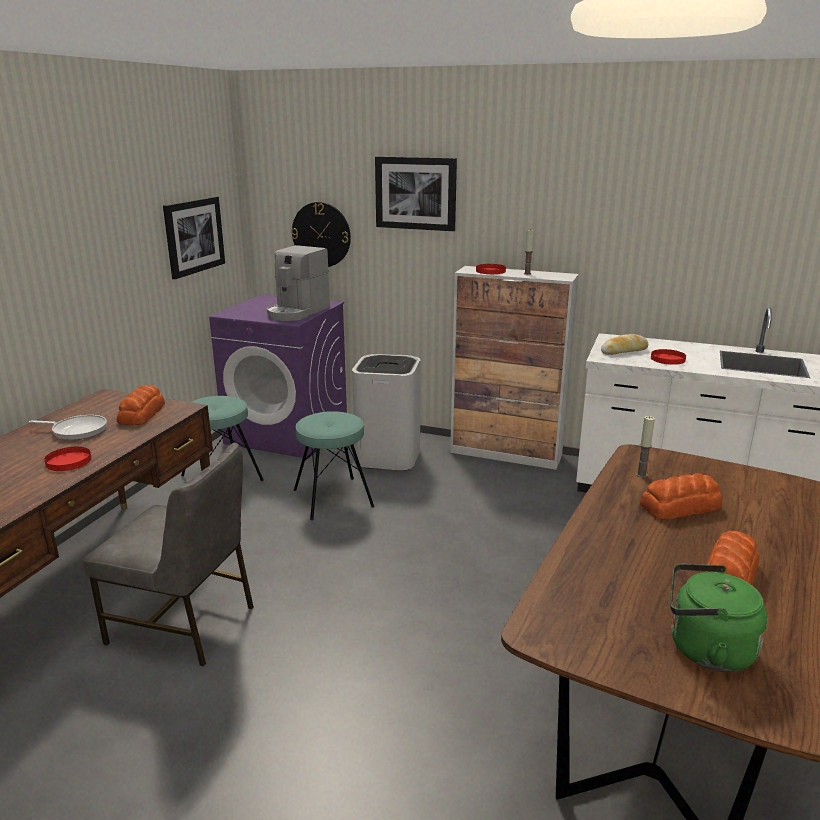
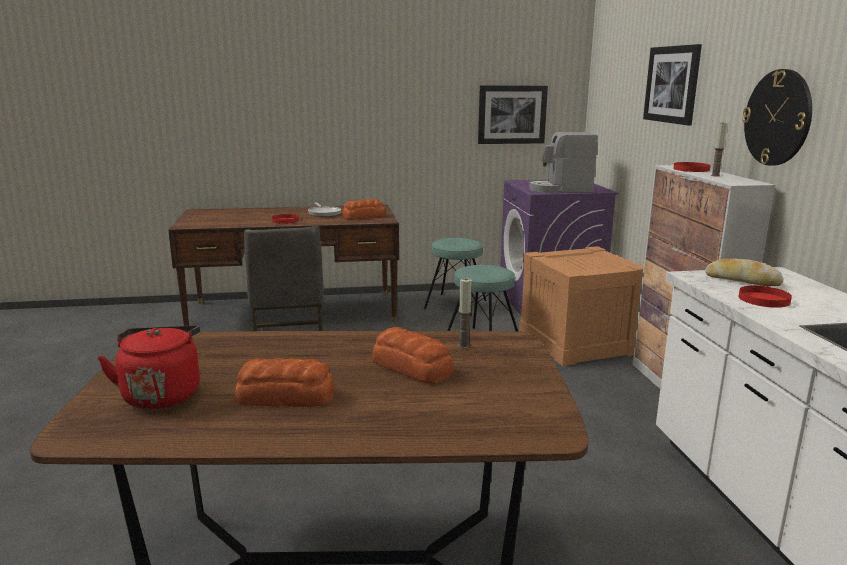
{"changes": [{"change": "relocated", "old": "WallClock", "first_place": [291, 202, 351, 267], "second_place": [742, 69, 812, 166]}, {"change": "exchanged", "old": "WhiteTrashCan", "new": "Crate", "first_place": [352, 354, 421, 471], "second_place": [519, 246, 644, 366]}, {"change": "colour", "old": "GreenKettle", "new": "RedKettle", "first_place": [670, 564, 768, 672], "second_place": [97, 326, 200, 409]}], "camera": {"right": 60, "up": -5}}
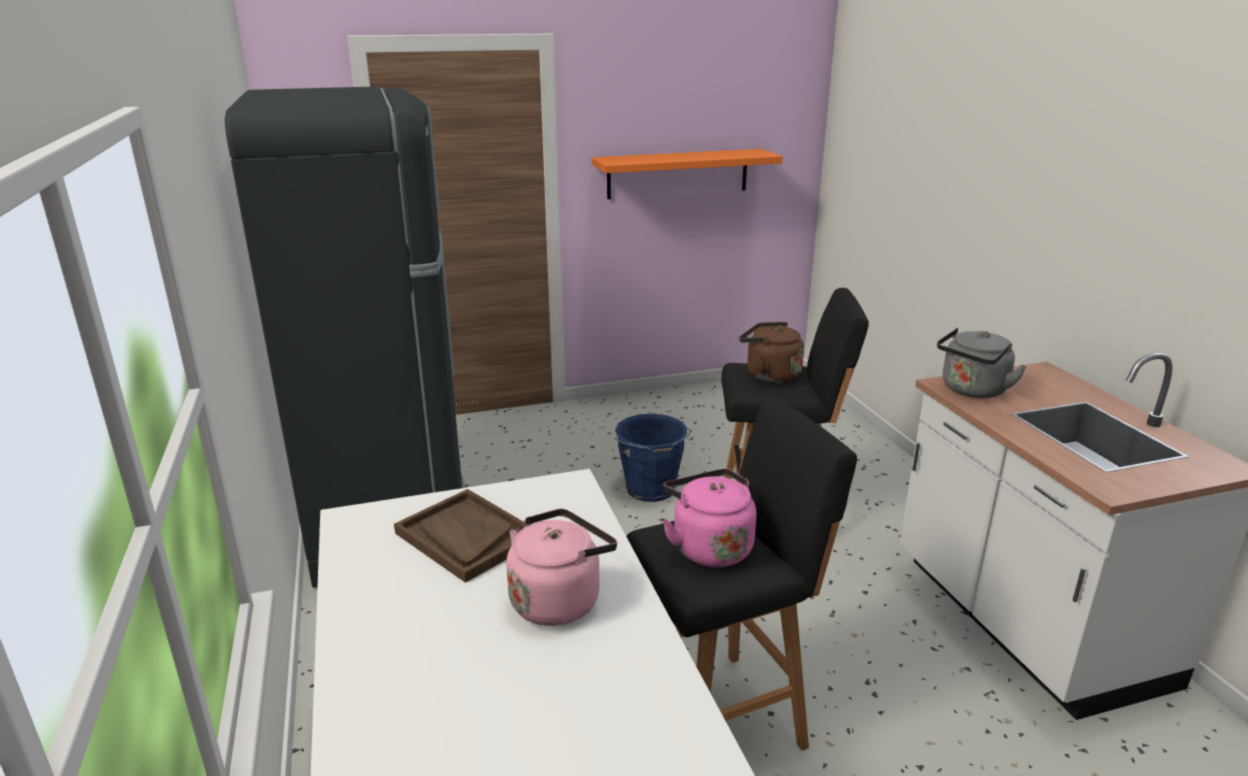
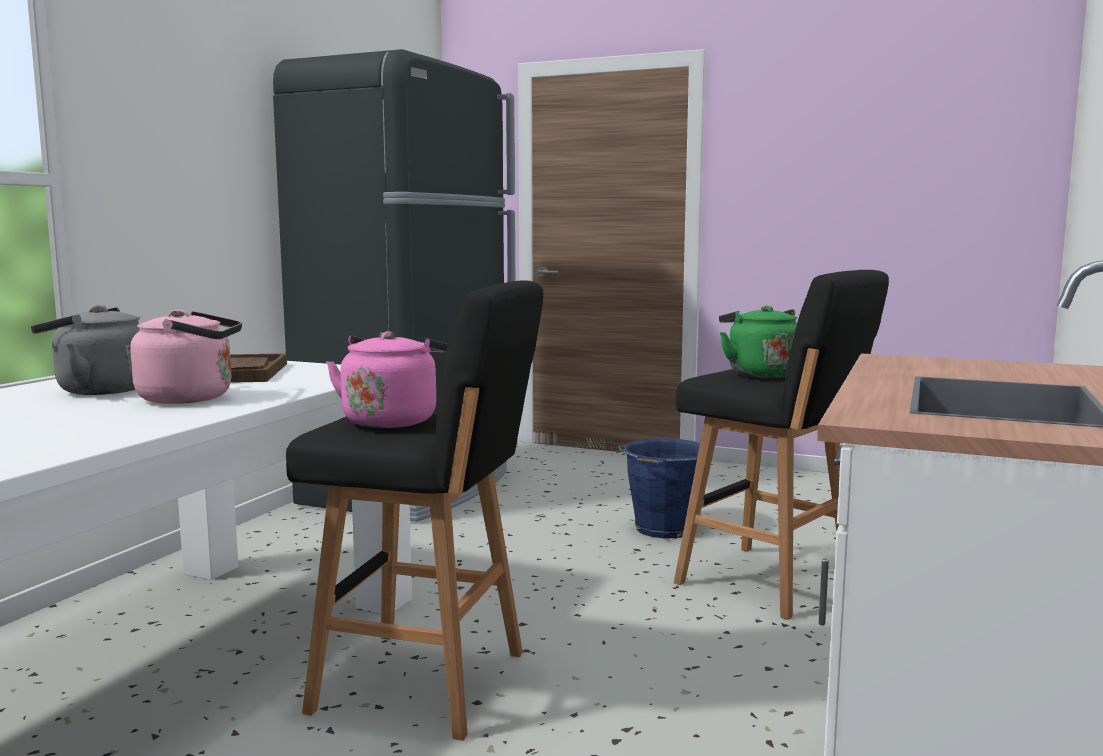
{"changes": [{"change": "missing", "old": "OrangeShelf", "first_place": [592, 149, 783, 199]}, {"change": "colour", "old": "BrownKettle", "new": "GreenKettle", "first_place": [739, 322, 804, 383], "second_place": [719, 306, 797, 378]}, {"change": "relocated", "old": "GreyKettle", "first_place": [937, 328, 1026, 398], "second_place": [31, 305, 140, 395]}], "camera": {"right": 40, "up": -15}}
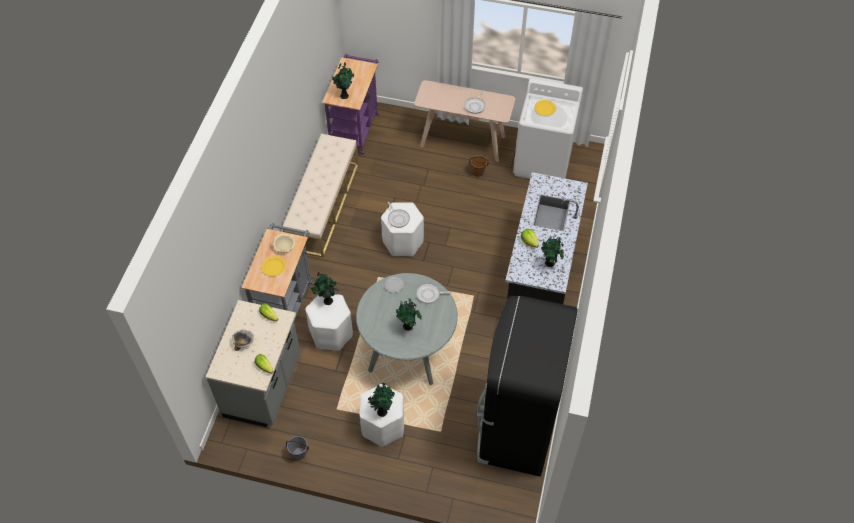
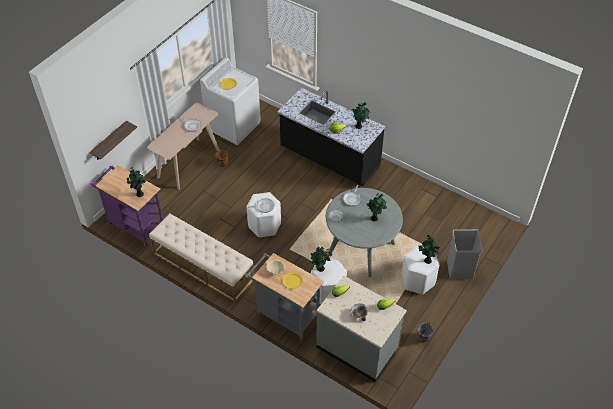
{"changes": [{"change": "missing", "old": "BlackFridge", "first_place": [477, 296, 578, 477]}, {"change": "appeared", "new": "Shelf", "second_place": [90, 121, 137, 160]}, {"change": "appeared", "new": "GreyTrashCan", "second_place": [447, 229, 483, 280]}], "camera": {"right": -70, "up": -5}}
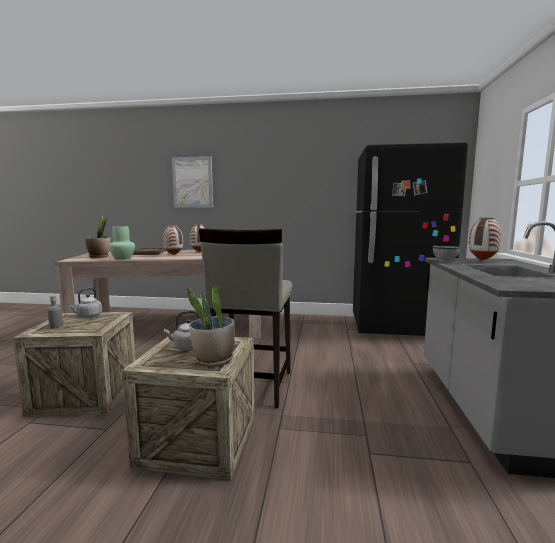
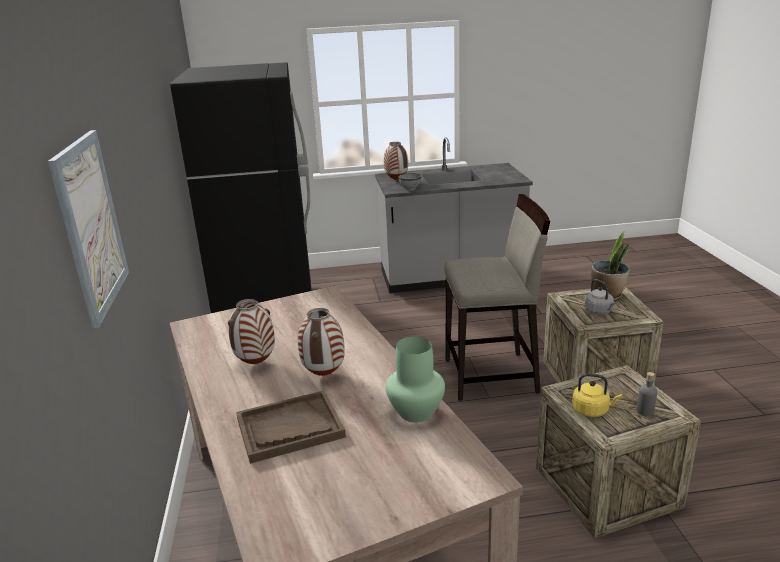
{"changes": [{"change": "colour", "old": "GreyKettle", "new": "YellowKettle", "first_place": [68, 288, 102, 318], "second_place": [572, 373, 622, 417]}, {"change": "missing", "old": "PottedPlant", "first_place": [85, 215, 111, 258]}], "camera": {"right": -105, "up": 15}}
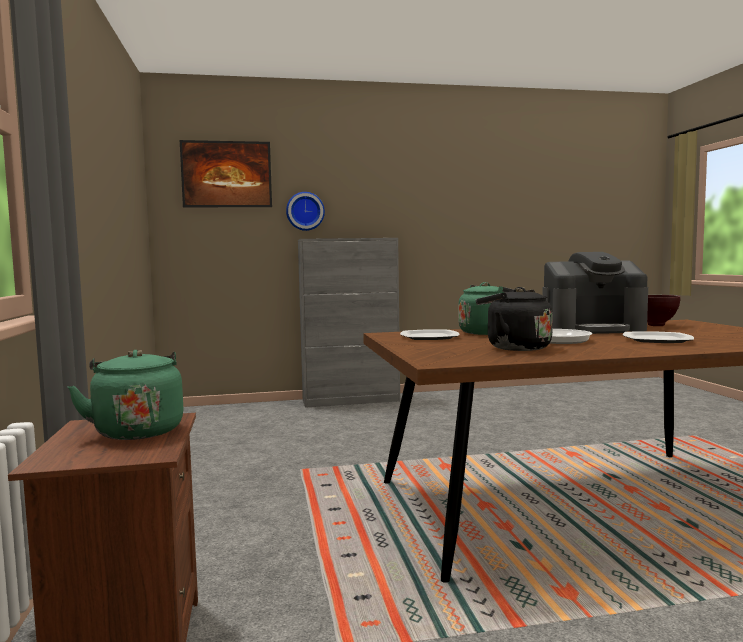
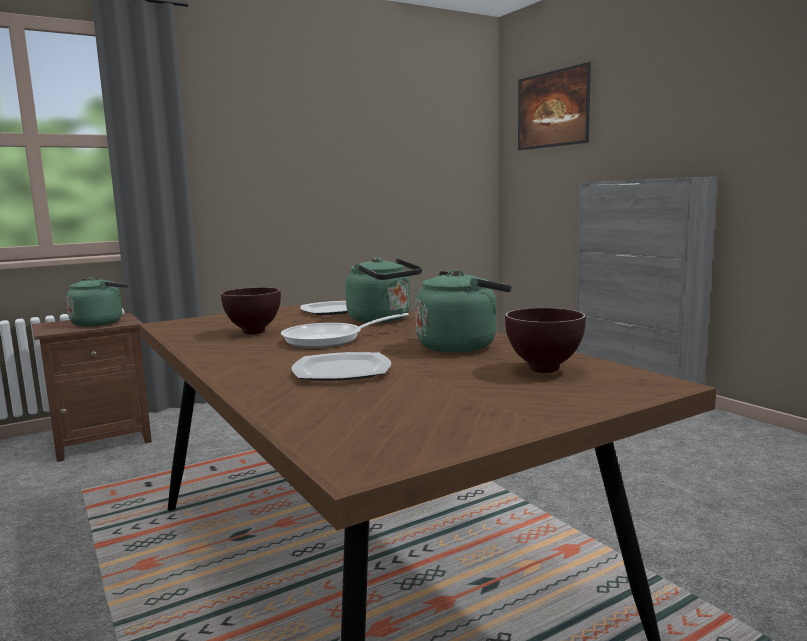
{"changes": [{"change": "missing", "old": "WallClock", "first_place": [286, 192, 325, 231]}, {"change": "exchanged", "old": "BlackKettle", "new": "BrownBowl", "first_place": [476, 287, 553, 351], "second_place": [221, 287, 281, 335]}, {"change": "exchanged", "old": "CoffeeMachine", "new": "GreenKettle", "first_place": [542, 252, 648, 334], "second_place": [415, 269, 512, 353]}], "camera": {"right": 70, "up": 5}}
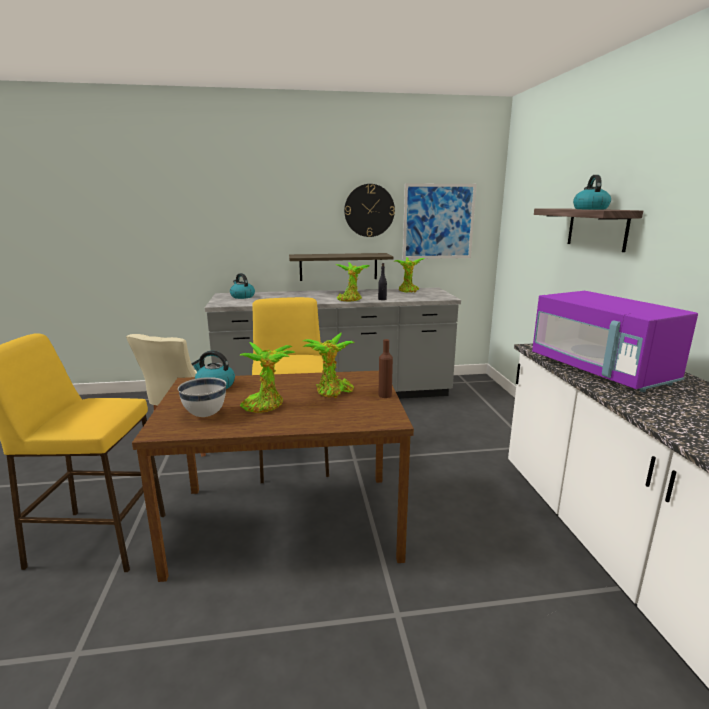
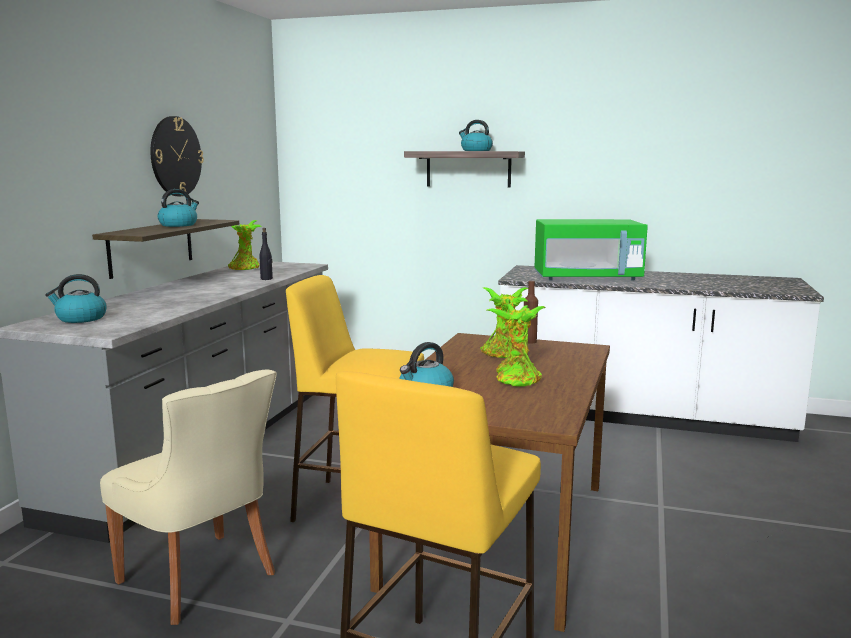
{"changes": [{"change": "missing", "old": "WhiteBowl", "first_place": [178, 377, 226, 417]}, {"change": "missing", "old": "PottedPlant", "first_place": [336, 262, 369, 302]}, {"change": "missing", "old": "Picture", "first_place": [403, 183, 476, 259]}, {"change": "colour", "old": "PurpleMicrowave", "new": "GreenMicrowave", "first_place": [532, 291, 698, 392], "second_place": [535, 219, 648, 281]}, {"change": "appeared", "new": "Kettle", "second_place": [157, 189, 199, 227]}], "camera": {"right": -65, "up": -5}}
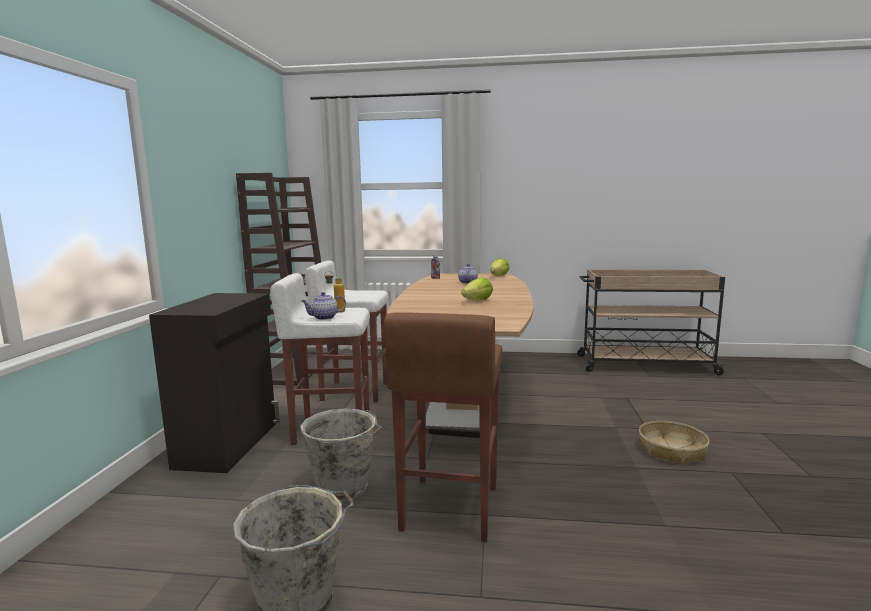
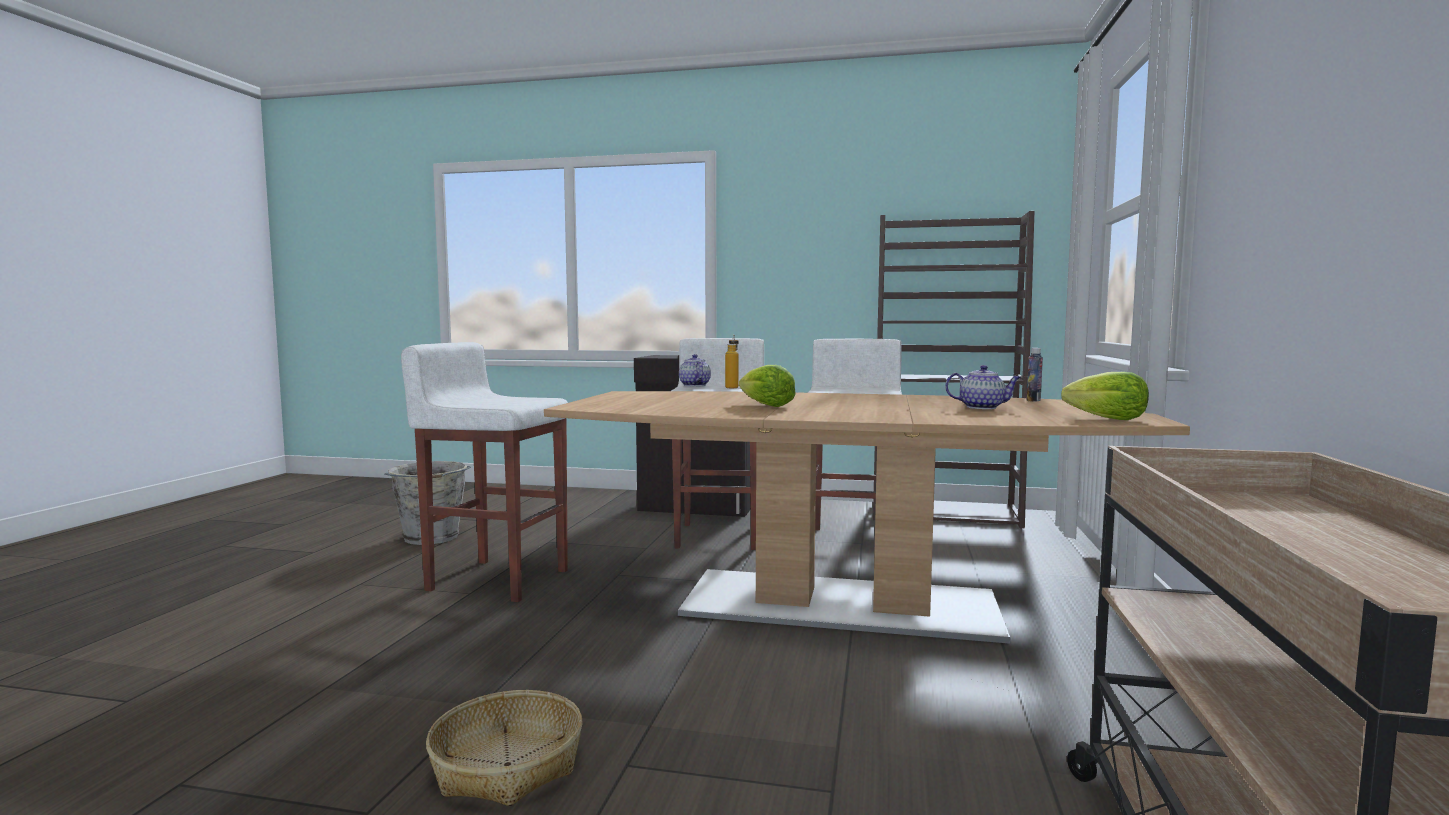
{"changes": [{"change": "missing", "old": "GreyBucket", "first_place": [300, 408, 383, 502]}, {"change": "colour", "old": "BrownStool", "new": "WhiteStool", "first_place": [384, 312, 502, 542], "second_place": [401, 342, 568, 602]}], "camera": {"right": 95, "up": -5}}
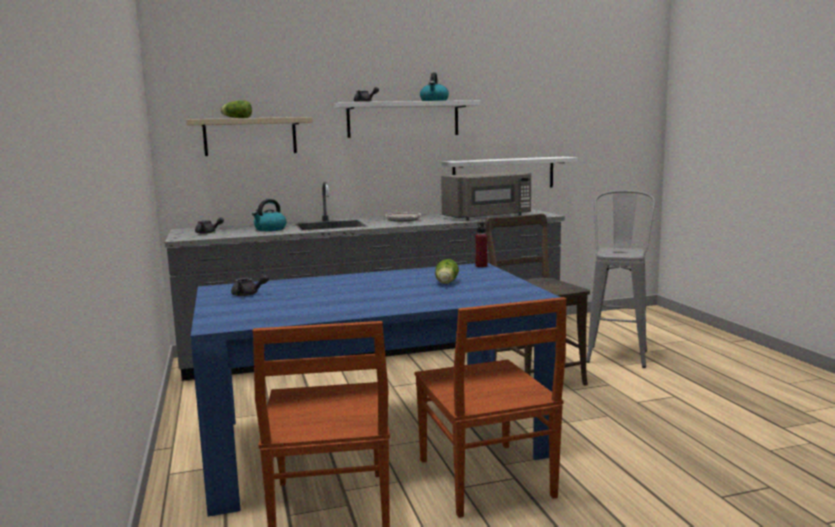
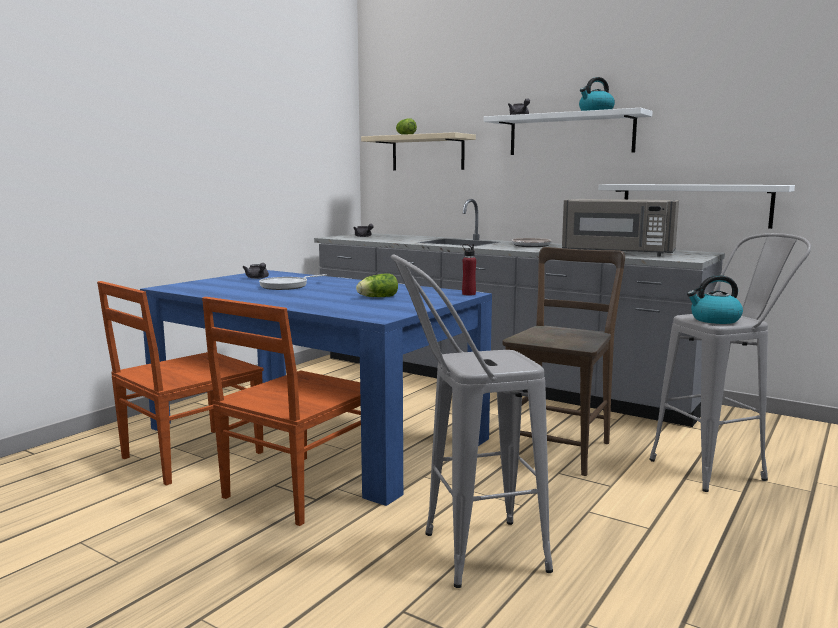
{"changes": [{"change": "relocated", "old": "Kettle", "first_place": [252, 199, 286, 231], "second_place": [687, 275, 743, 324]}, {"change": "appeared", "new": "FryingPan", "second_place": [259, 274, 327, 290]}, {"change": "appeared", "new": "GreyStool", "second_place": [391, 255, 553, 588]}], "camera": {"right": 50, "up": 0}}
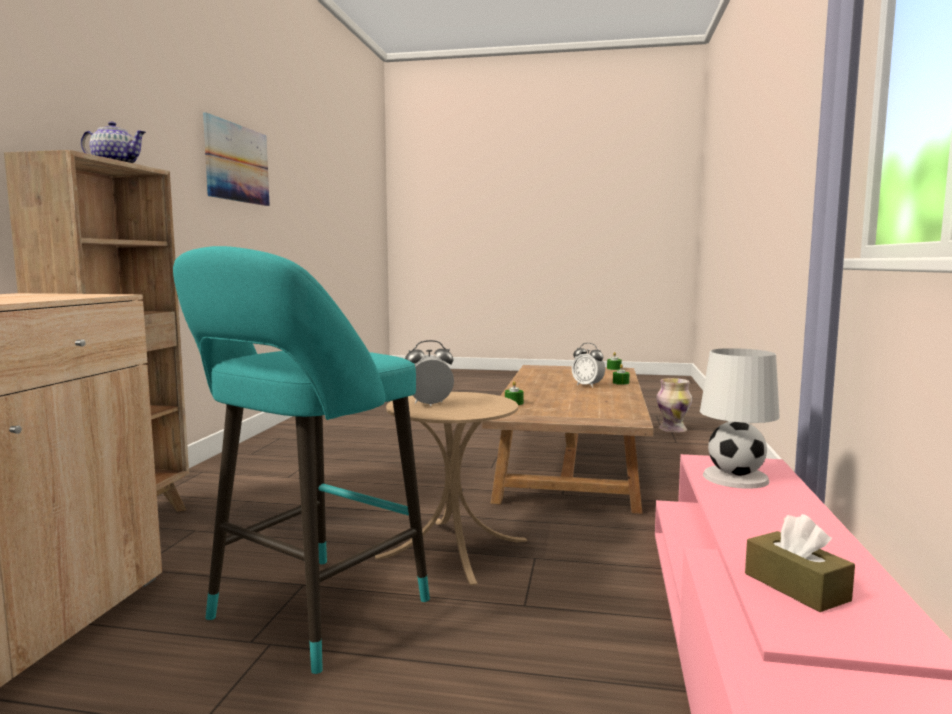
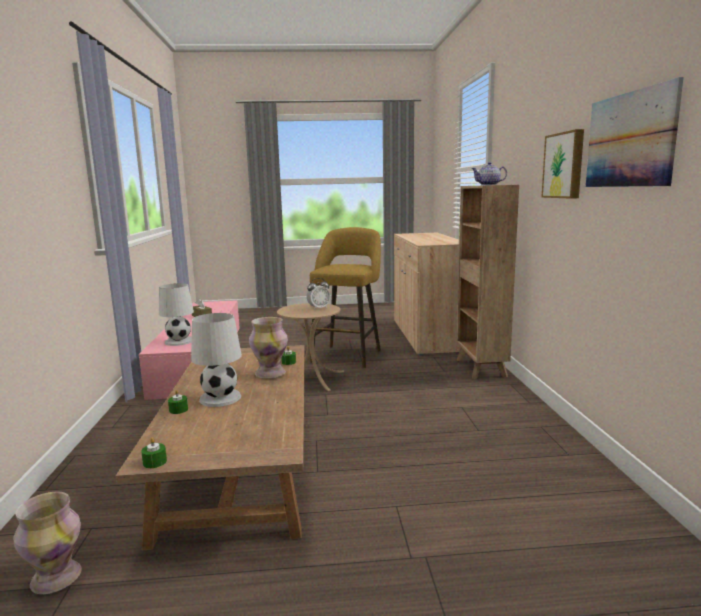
{"changes": [{"change": "colour", "old": "TurquoiseStool", "new": "YellowStool", "first_place": [173, 246, 430, 674], "second_place": [310, 227, 381, 368]}, {"change": "exchanged", "old": "AlarmClock", "new": "WhiteTableLamp", "first_place": [572, 343, 605, 388], "second_place": [191, 313, 242, 407]}, {"change": "appeared", "new": "Vase", "second_place": [249, 317, 288, 379]}, {"change": "appeared", "new": "Picture", "second_place": [541, 129, 584, 199]}], "camera": {"right": 165, "up": 5}}
